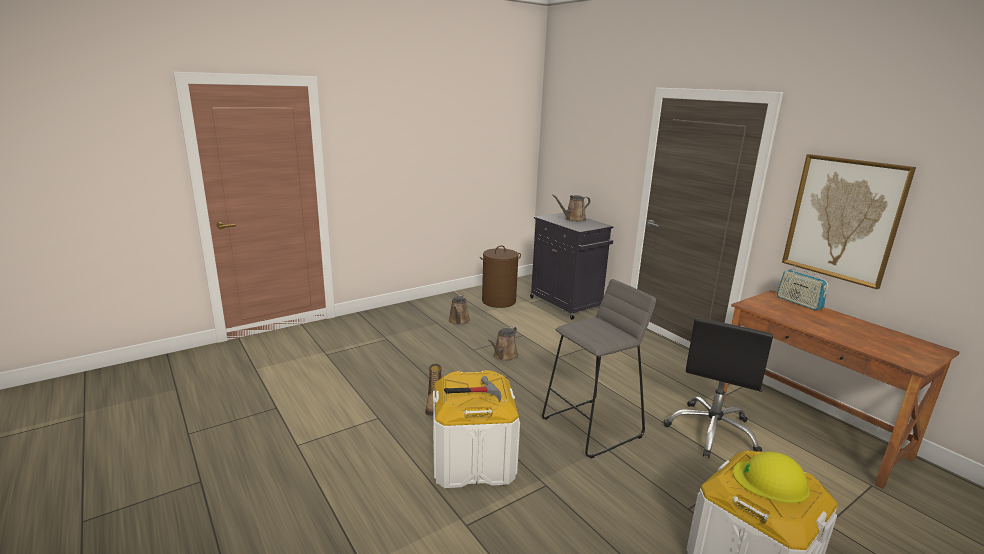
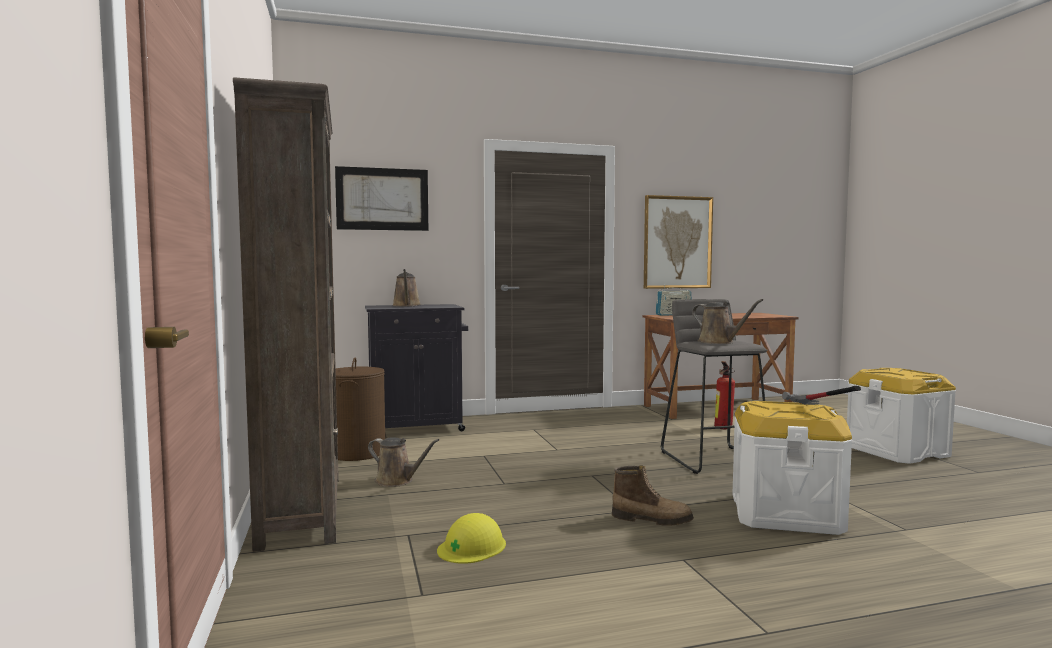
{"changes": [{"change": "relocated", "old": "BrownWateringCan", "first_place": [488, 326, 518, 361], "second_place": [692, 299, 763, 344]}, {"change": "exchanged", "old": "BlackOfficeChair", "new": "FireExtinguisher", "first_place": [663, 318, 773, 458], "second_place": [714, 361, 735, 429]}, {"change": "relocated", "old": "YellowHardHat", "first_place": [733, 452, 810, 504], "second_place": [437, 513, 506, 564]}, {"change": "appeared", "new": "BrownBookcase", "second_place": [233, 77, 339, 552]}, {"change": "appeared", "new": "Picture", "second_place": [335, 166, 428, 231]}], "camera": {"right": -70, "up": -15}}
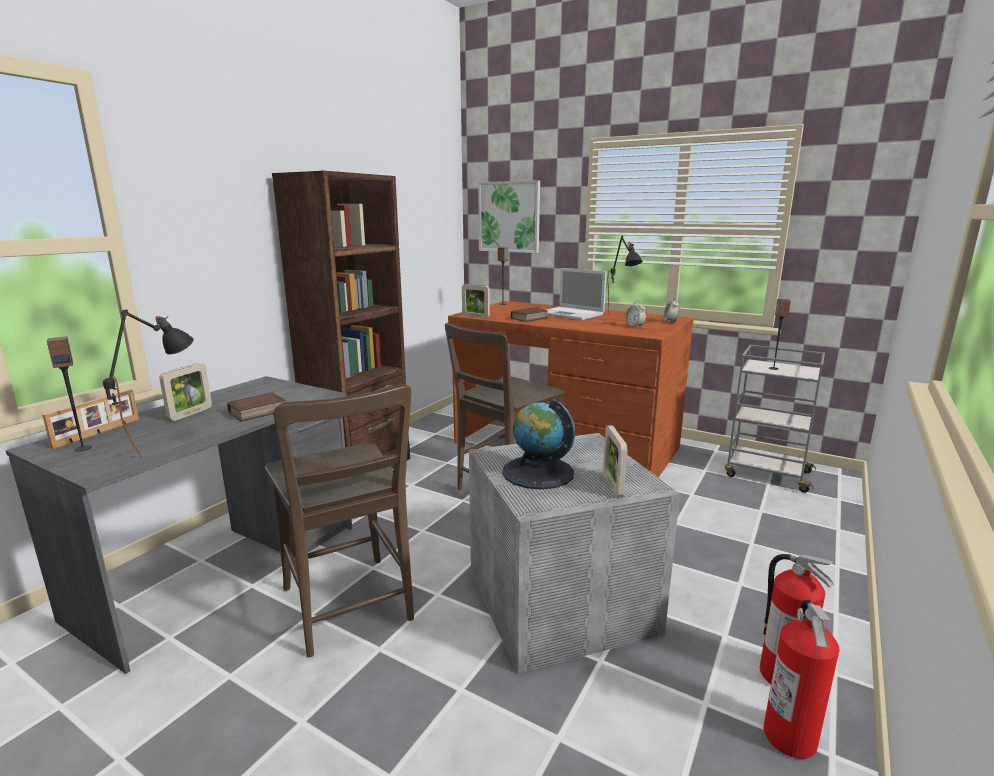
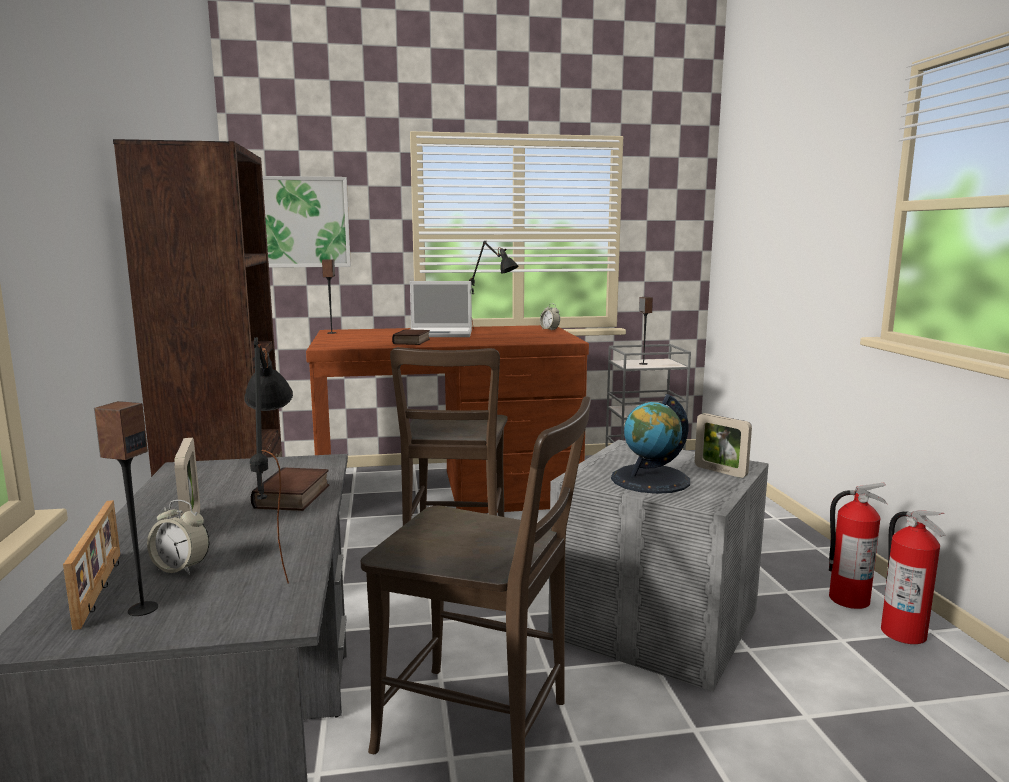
{"changes": [{"change": "missing", "old": "PictureFrame", "first_place": [462, 284, 490, 318]}, {"change": "relocated", "old": "AlarmClock", "first_place": [625, 301, 646, 328], "second_place": [147, 500, 209, 575]}], "camera": {"right": -40, "up": -5}}
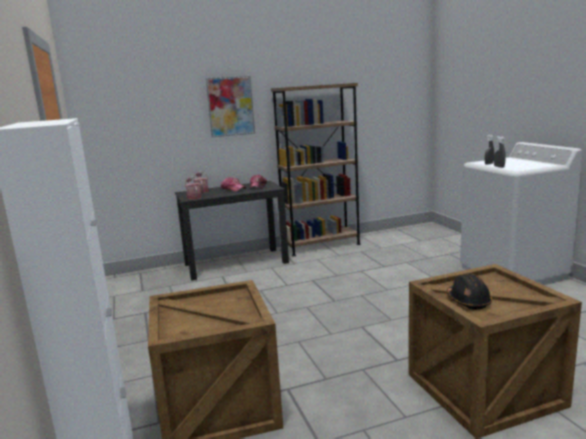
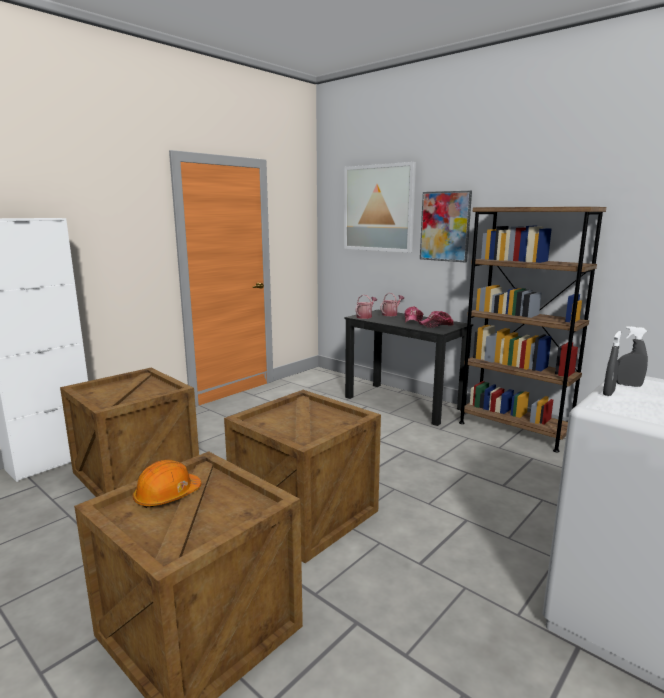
{"changes": [{"change": "colour", "old": "BlackHardHat", "new": "OrangeHardHat", "first_place": [447, 273, 492, 310], "second_place": [133, 460, 201, 508]}, {"change": "appeared", "new": "Crate", "second_place": [224, 390, 381, 563]}, {"change": "appeared", "new": "Picture", "second_place": [344, 162, 416, 253]}], "camera": {"right": 60, "up": 0}}
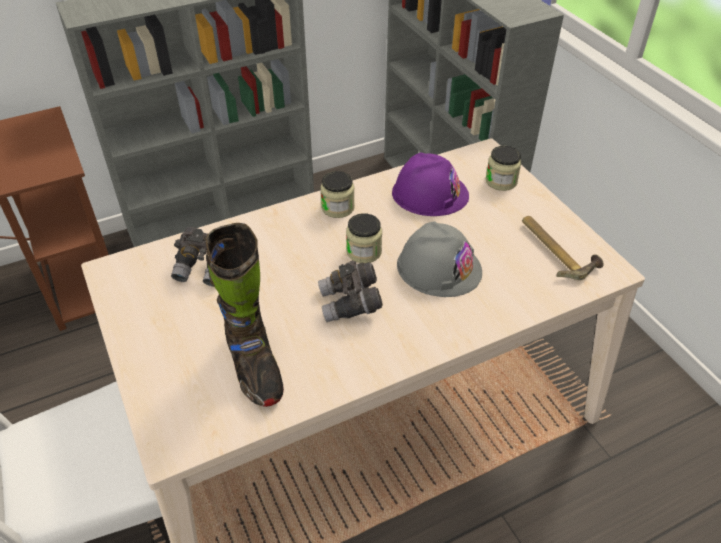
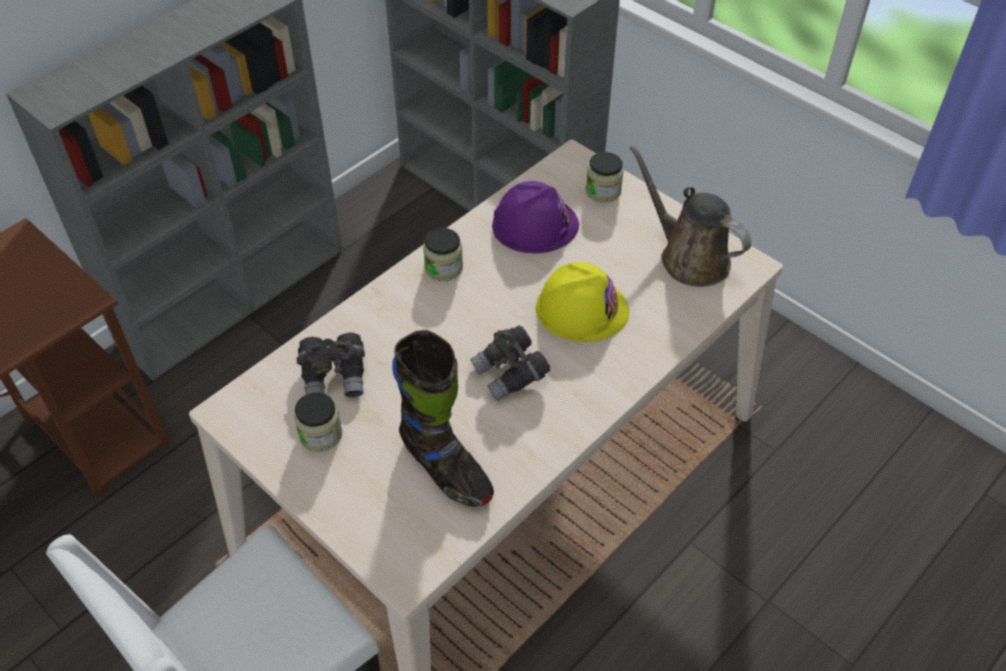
{"changes": [{"change": "relocated", "old": "Jar", "first_place": [346, 213, 382, 263], "second_place": [294, 392, 342, 452]}, {"change": "colour", "old": "GreyHardHat", "new": "YellowHardHat", "first_place": [397, 221, 482, 297], "second_place": [536, 262, 629, 342]}, {"change": "exchanged", "old": "Hammer", "new": "BrownWateringCan", "first_place": [522, 216, 604, 280], "second_place": [629, 145, 751, 287]}], "camera": {"right": -20, "up": 5}}
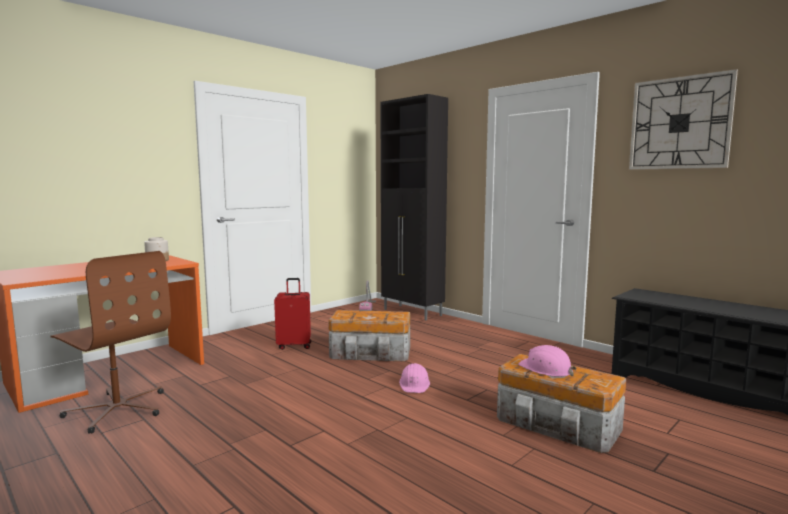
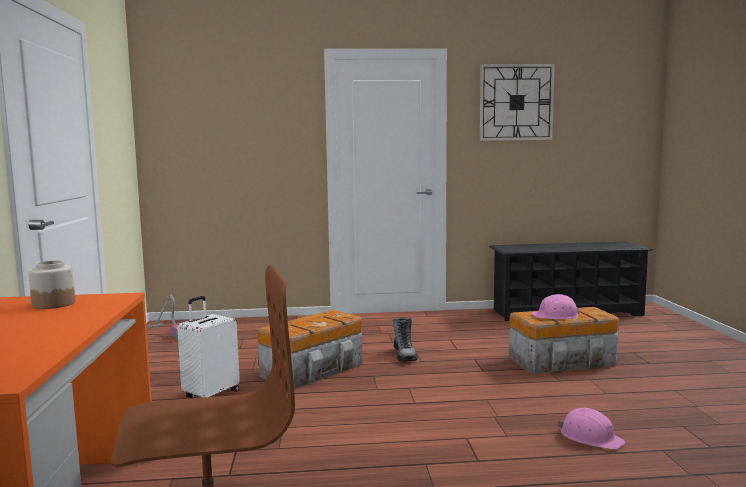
{"changes": [{"change": "colour", "old": "RedSuitcase", "new": "WhiteSuitcase", "first_place": [274, 278, 311, 350], "second_place": [177, 296, 240, 398]}, {"change": "missing", "old": "BlackCabinet", "first_place": [380, 94, 448, 320]}, {"change": "relocated", "old": "PinkHardHat", "first_place": [399, 363, 430, 393], "second_place": [558, 408, 625, 450]}, {"change": "appeared", "new": "Boot", "second_place": [393, 318, 418, 362]}], "camera": {"right": -50, "up": 0}}
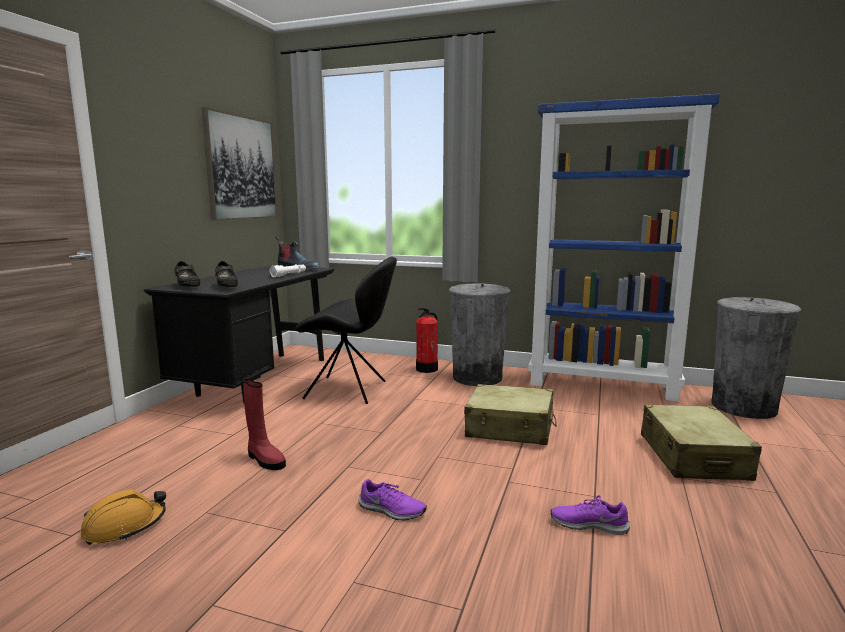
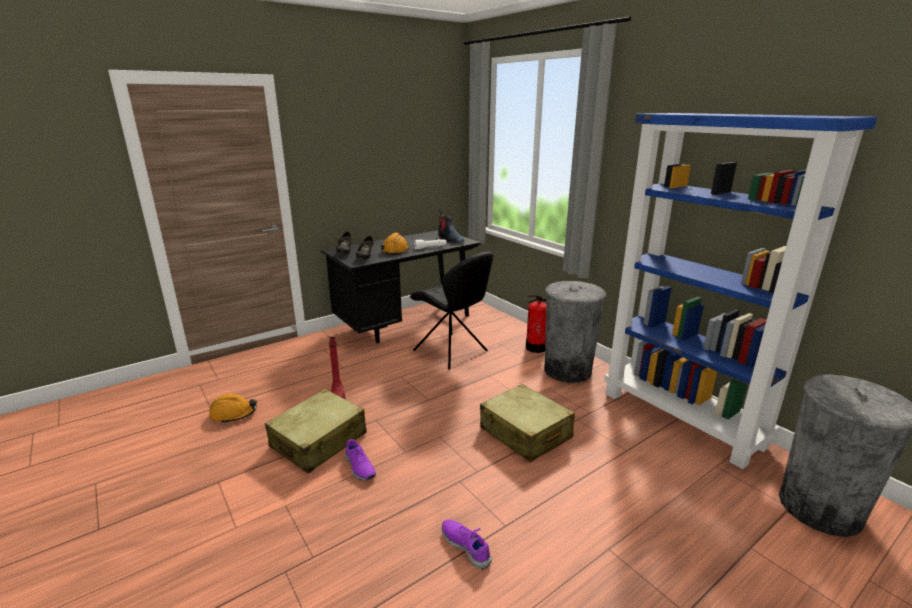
{"changes": [{"change": "missing", "old": "Picture", "first_place": [201, 107, 278, 221]}, {"change": "relocated", "old": "BeigeSuitcase", "first_place": [641, 405, 762, 481], "second_place": [265, 389, 367, 474]}, {"change": "appeared", "new": "OrangeHardHat", "second_place": [381, 233, 410, 255]}], "camera": {"right": 35, "up": 10}}
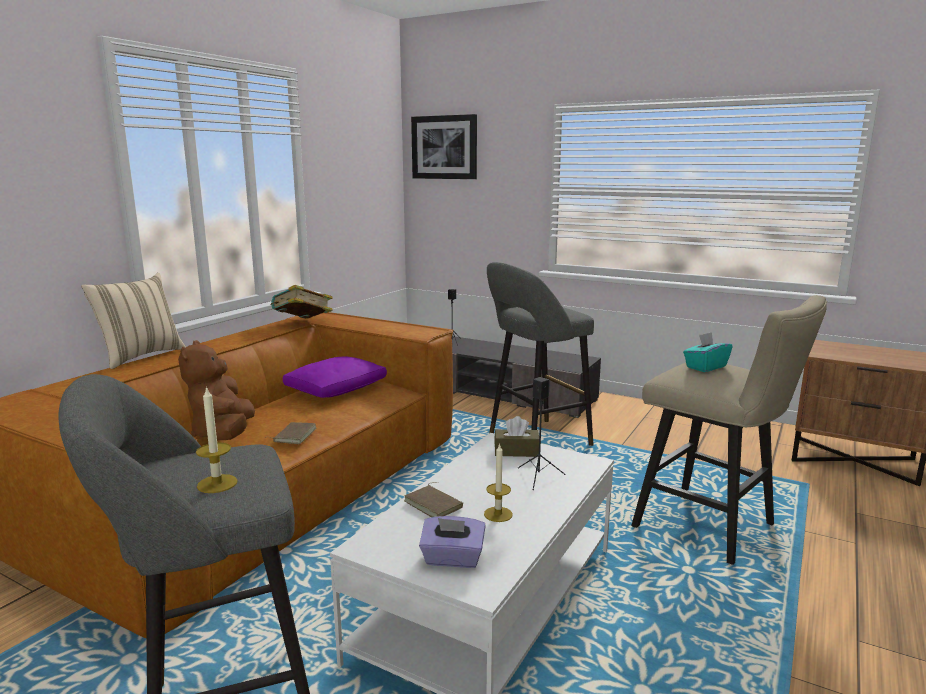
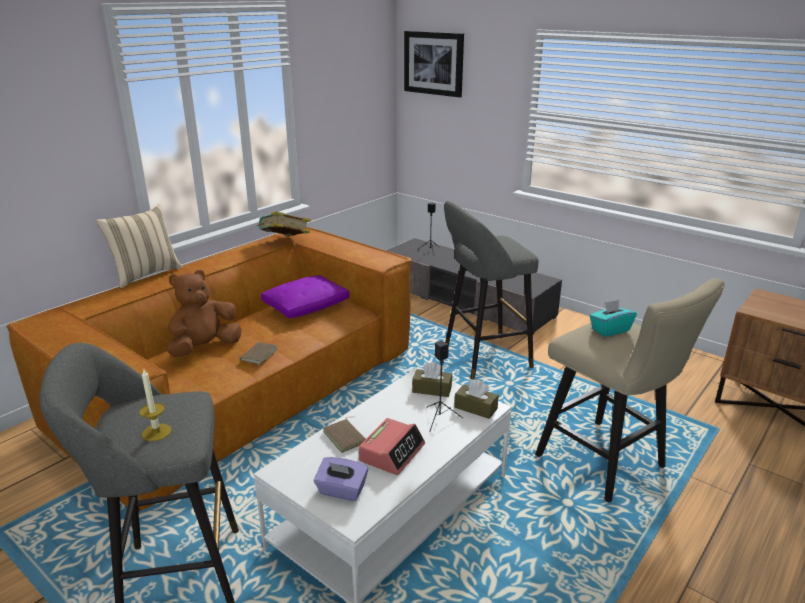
{"changes": [{"change": "spun", "old": "BrownPlushToy", "first_place": [178, 340, 255, 440], "second_place": [167, 270, 241, 357], "degrees": 45}, {"change": "exchanged", "old": "Candle", "new": "AlarmClock", "first_place": [484, 443, 513, 522], "second_place": [359, 418, 425, 475]}, {"change": "appeared", "new": "BrownTissueBox", "second_place": [454, 379, 499, 419]}], "camera": {"right": 10, "up": 10}}
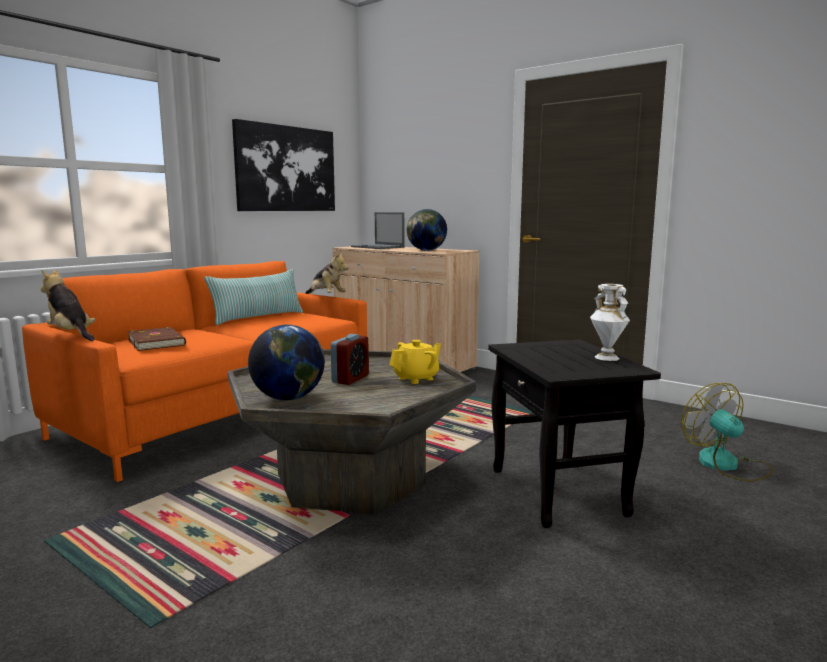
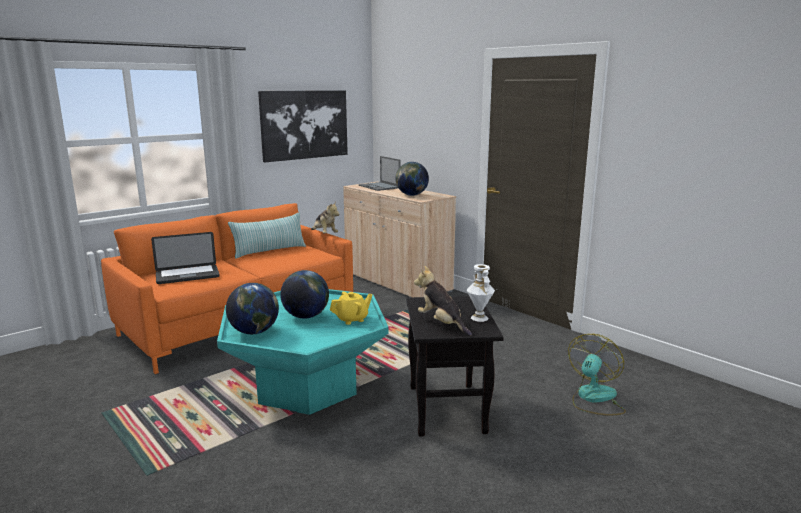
{"changes": [{"change": "relocated", "old": "PlushToy", "first_place": [40, 270, 95, 341], "second_place": [414, 266, 472, 336]}, {"change": "exchanged", "old": "BrownBook", "new": "Laptop", "first_place": [127, 327, 186, 351], "second_place": [151, 232, 220, 284]}, {"change": "colour", "old": "GreyCoffeeTable", "new": "TurquoiseCoffeeTable", "first_place": [228, 349, 476, 515], "second_place": [217, 289, 389, 415]}, {"change": "exchanged", "old": "AlarmClock", "new": "Globe", "first_place": [331, 334, 369, 385], "second_place": [280, 270, 329, 319]}, {"change": "spun", "old": "Fan", "first_place": [681, 383, 773, 482], "second_place": [568, 334, 626, 416], "degrees": 45}], "camera": {"right": 10, "up": 5}}
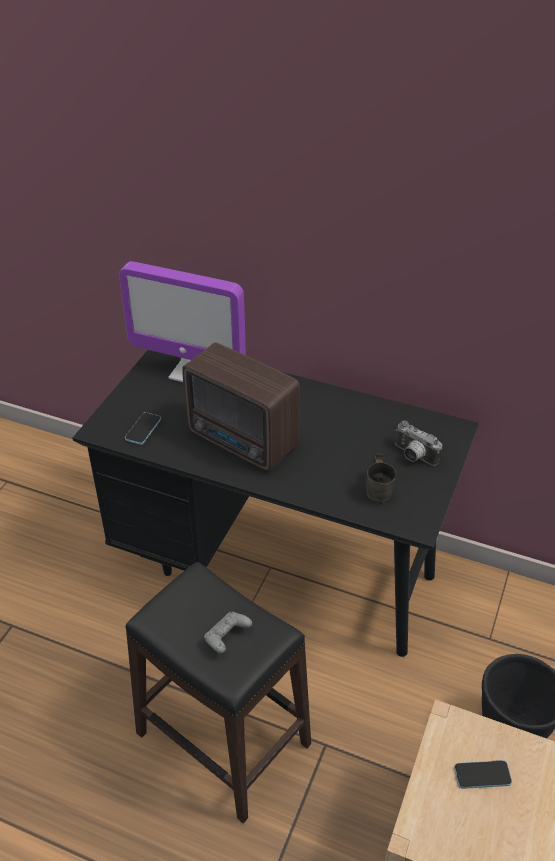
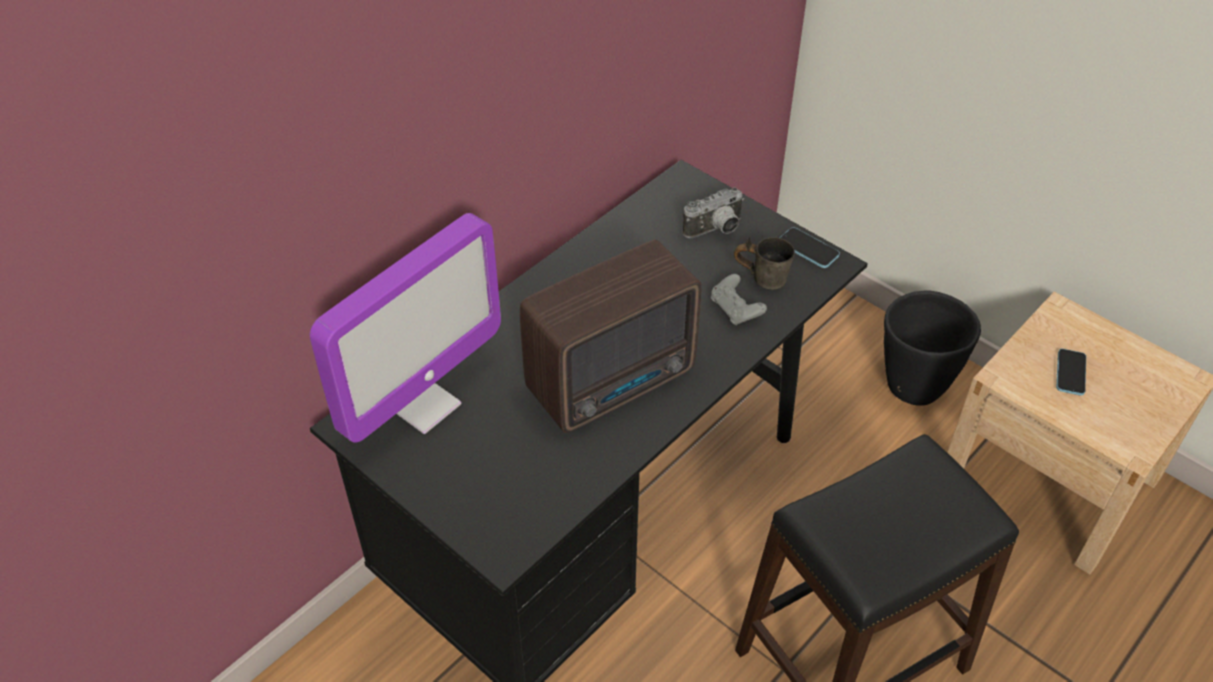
{"changes": [{"change": "relocated", "old": "Phone", "first_place": [125, 412, 161, 445], "second_place": [780, 227, 840, 268]}, {"change": "relocated", "old": "GreyGameController", "first_place": [204, 611, 252, 653], "second_place": [711, 274, 767, 325]}], "camera": {"right": -70, "up": 5}}
